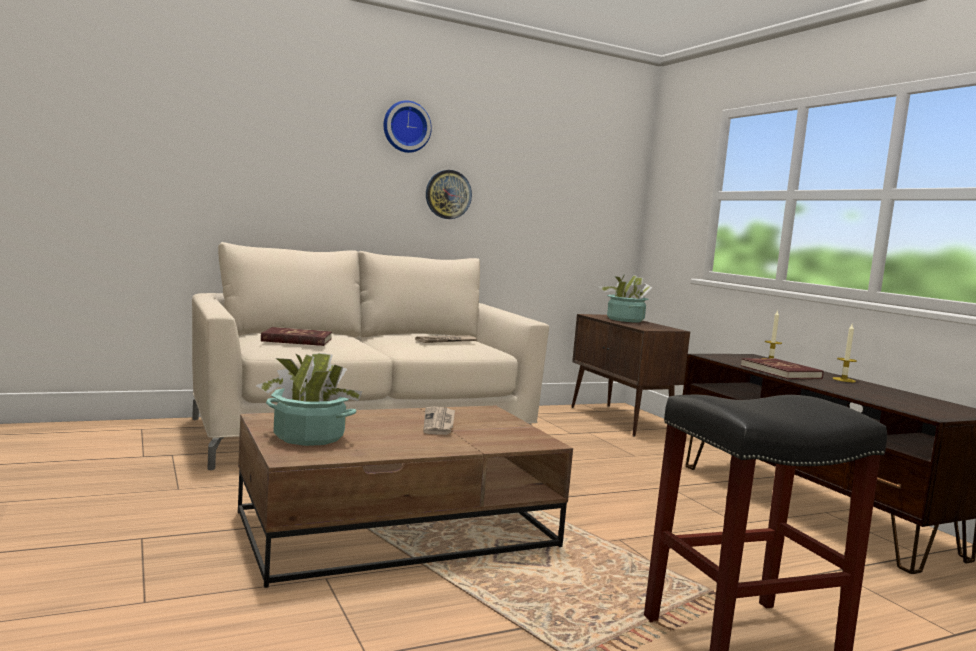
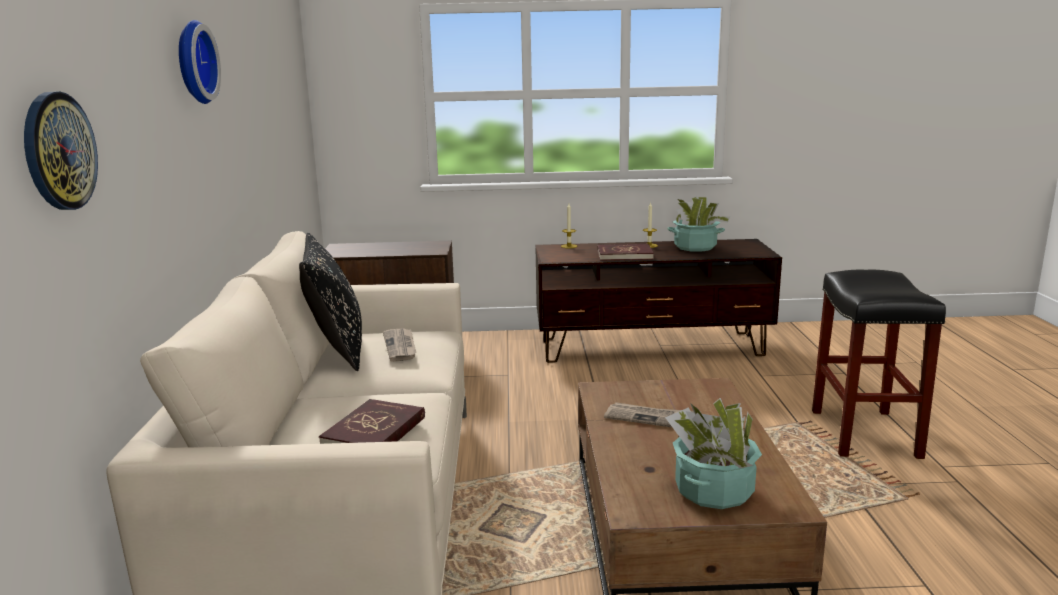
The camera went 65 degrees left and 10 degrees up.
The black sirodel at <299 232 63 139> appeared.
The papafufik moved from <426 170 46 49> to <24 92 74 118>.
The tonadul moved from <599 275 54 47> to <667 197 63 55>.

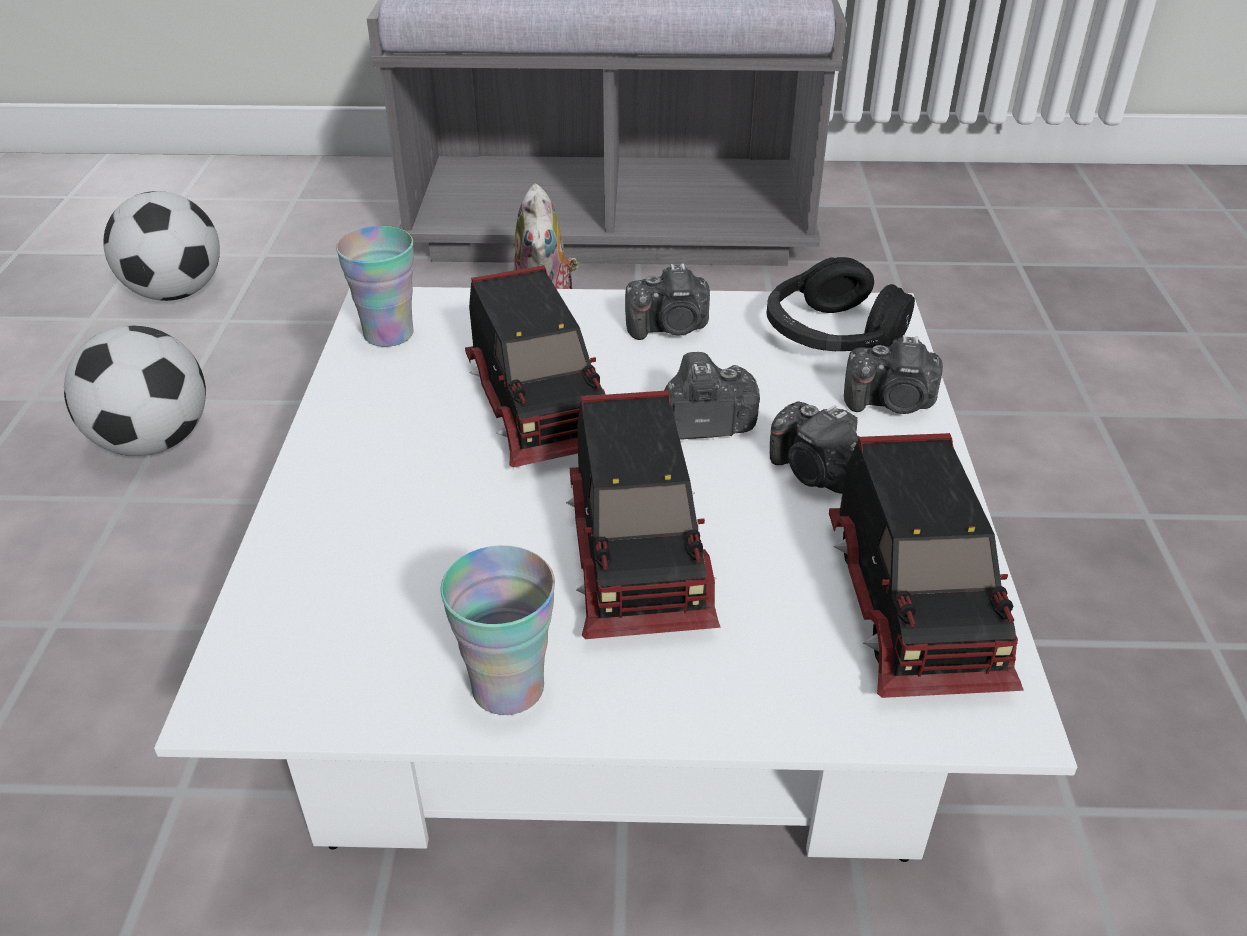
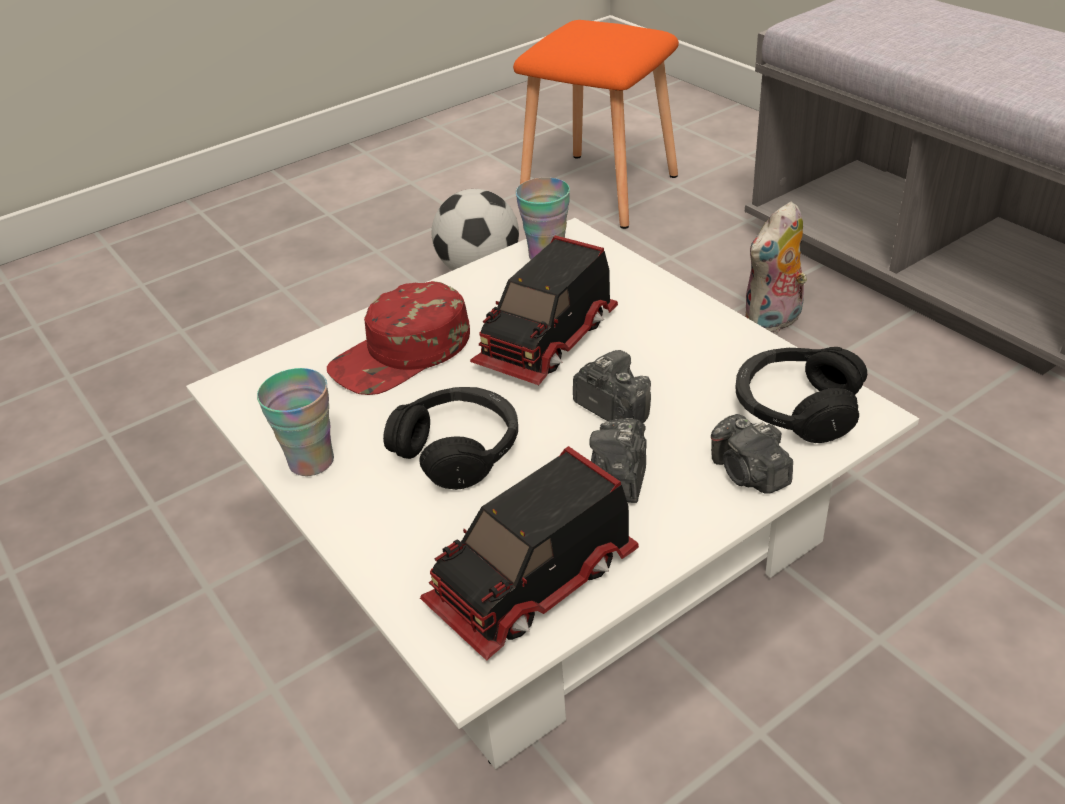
The camera went 55 degrees right and 0 degrees up.
The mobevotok at <625 263 85 77> disappeared.
The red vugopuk at <327 281 143 114> appeared.
The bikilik at <103 191 117 110> was replaced by the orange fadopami at <513 20 166 209>.
The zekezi at <566 390 155 249> was replaced by the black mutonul at <383 387 135 103>.

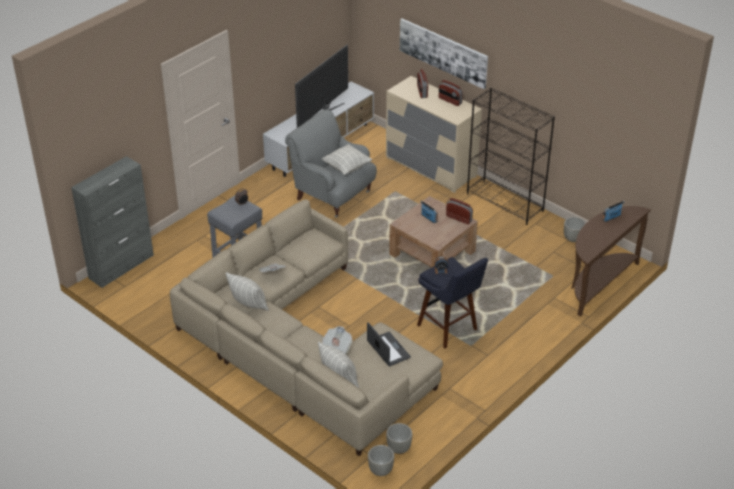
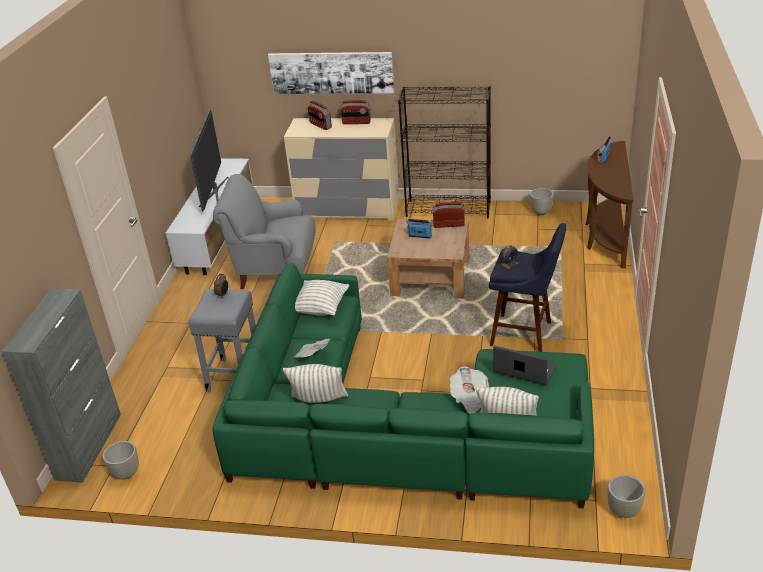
The camera went 30 degrees left and 5 degrees down.
The sirodel moved from <321 144 51 31> to <295 280 54 36>.
The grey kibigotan moved from <386 423 26 31> to <103 441 36 39>.
The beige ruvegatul at <170 199 273 257> became the green ruvegatul at <212 263 382 245>.

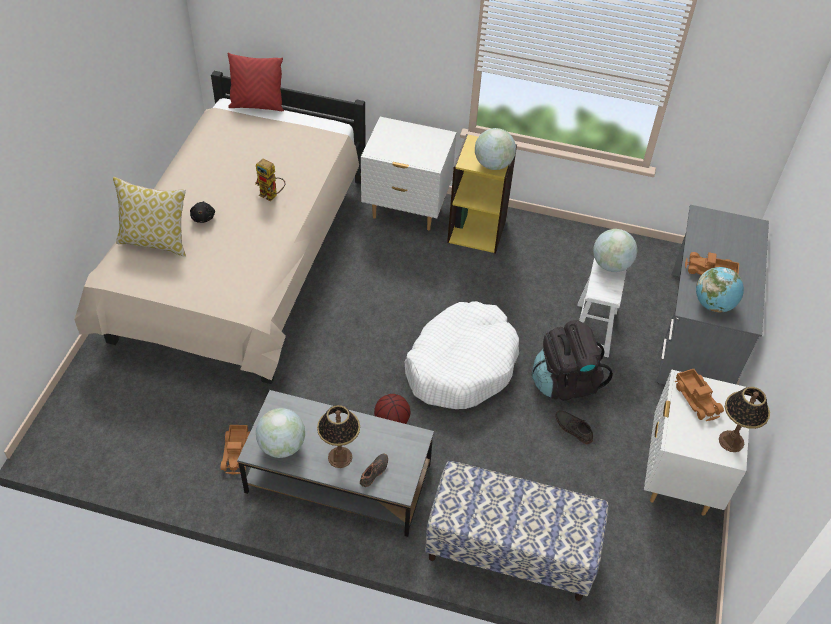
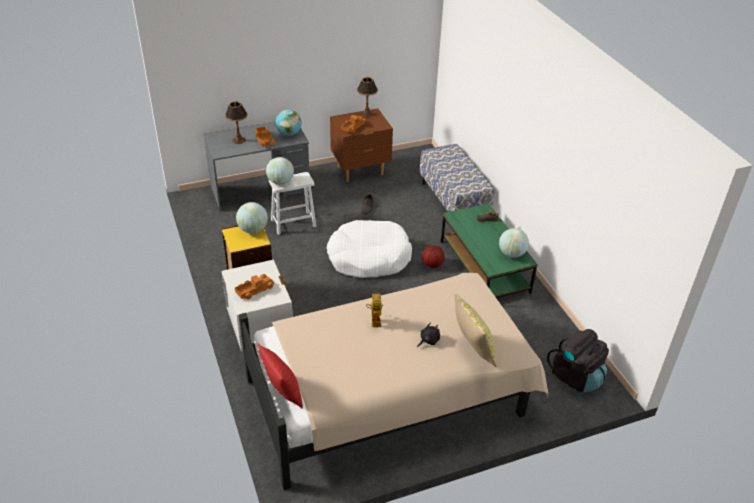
The camera went 125 degrees left and 10 degrees down.
The zekezi moved from <221 425 29 49> to <235 274 39 26>.
The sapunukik moved from <317 405 43 63> to <225 101 23 43>.
The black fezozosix moved from <532 320 81 80> to <547 329 62 63>.
The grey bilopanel at <237 390 197 147> became the green bilopanel at <441 203 97 95>.
The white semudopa at <644 369 107 147> became the brown semudopa at <330 108 63 74>.

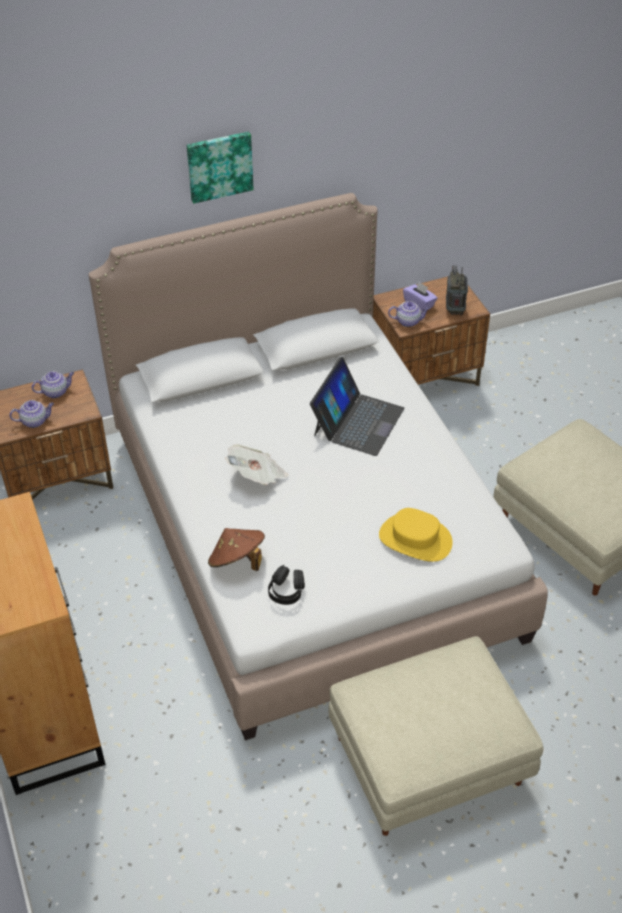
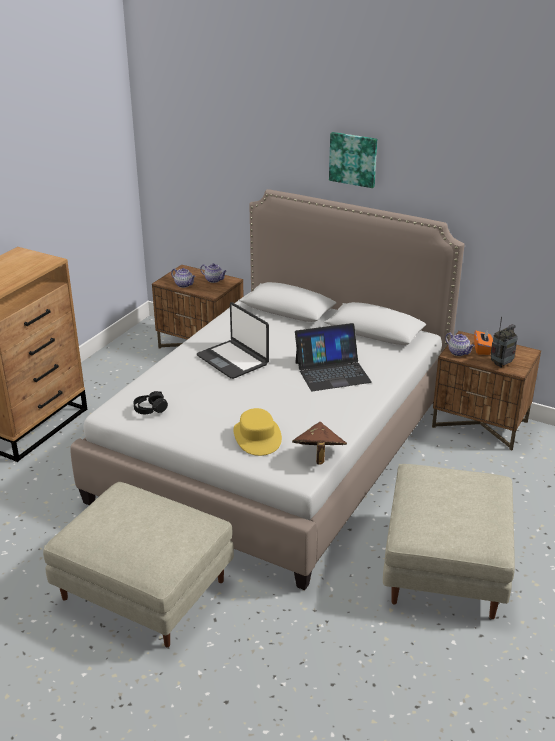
The camera went 50 degrees right and 15 degrees down.
The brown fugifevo moved from <208 528 57 43> to <292 422 55 43>.
The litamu at <225 444 63 41> was replaced by the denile at <197 302 72 77>.
The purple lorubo at <403 281 35 29> became the orange lorubo at <474 329 19 26>.

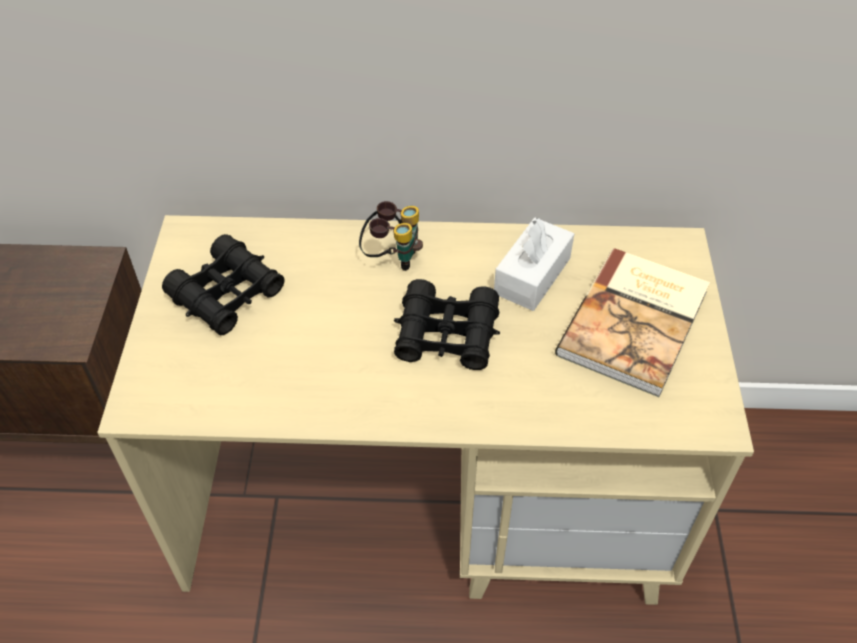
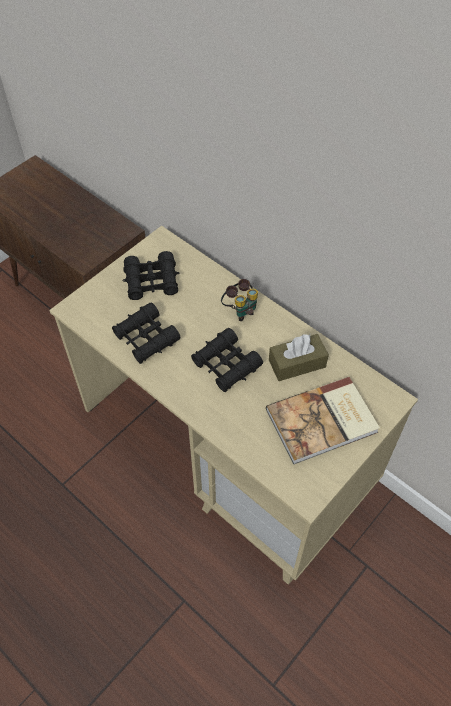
The camera went 40 degrees right and 5 degrees up.
The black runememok at <112 302 68 62> appeared.
The white lorubo at <494 218 80 93> became the brown lorubo at <269 334 60 47>.

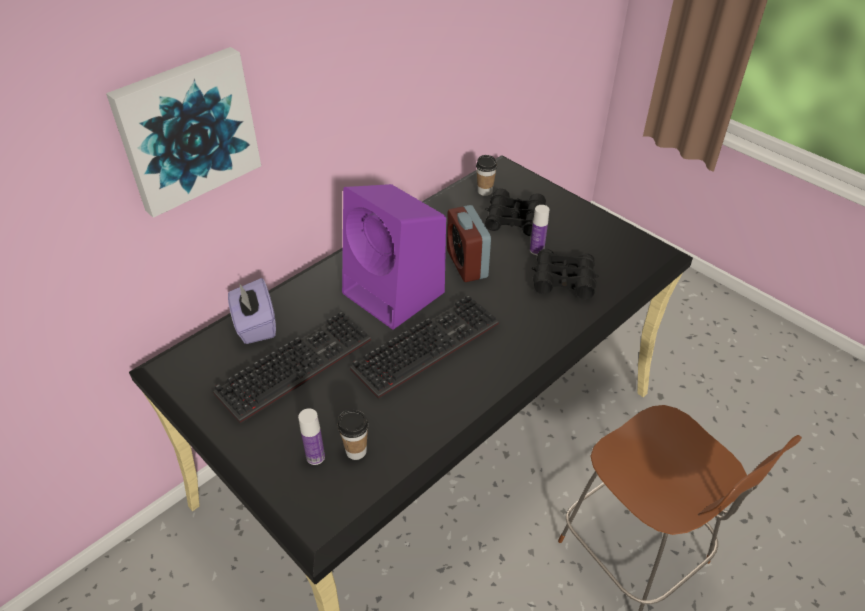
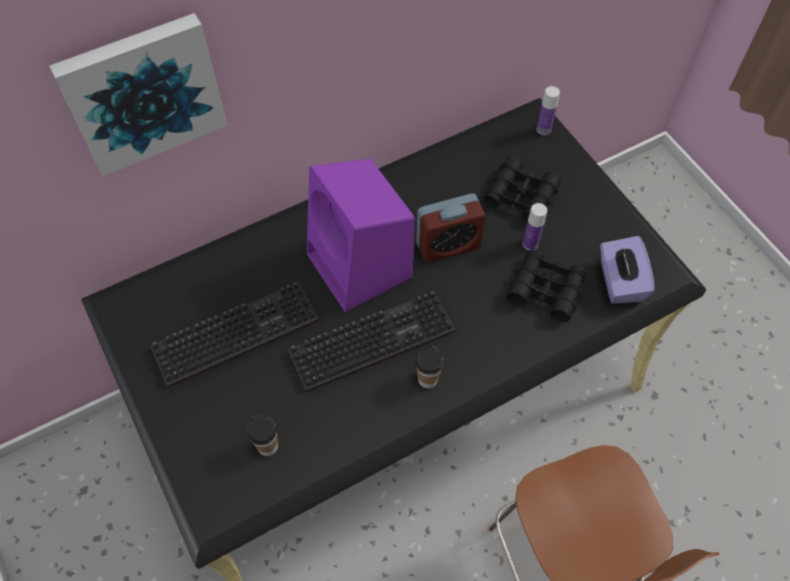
The camera went 15 degrees right and 15 degrees up.
The purple lorubo moved from <228 278 48 66> to <600 236 55 68>.
The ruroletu moved from <298 408 27 57> to <537 86 23 49>.
The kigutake moved from <476 155 21 41> to <415 345 29 43>.
The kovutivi at <447 205 44 77> turned 105 degrees counterclockwise.

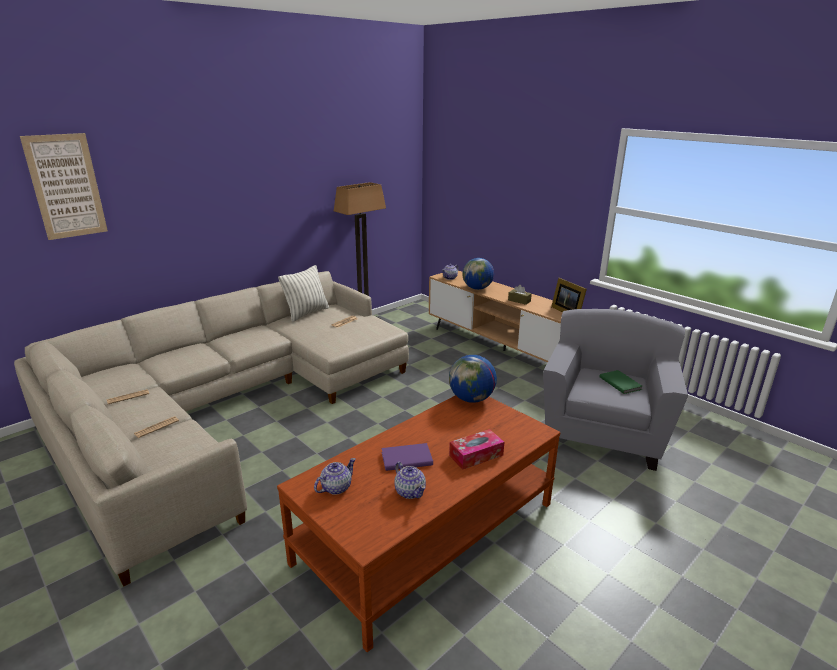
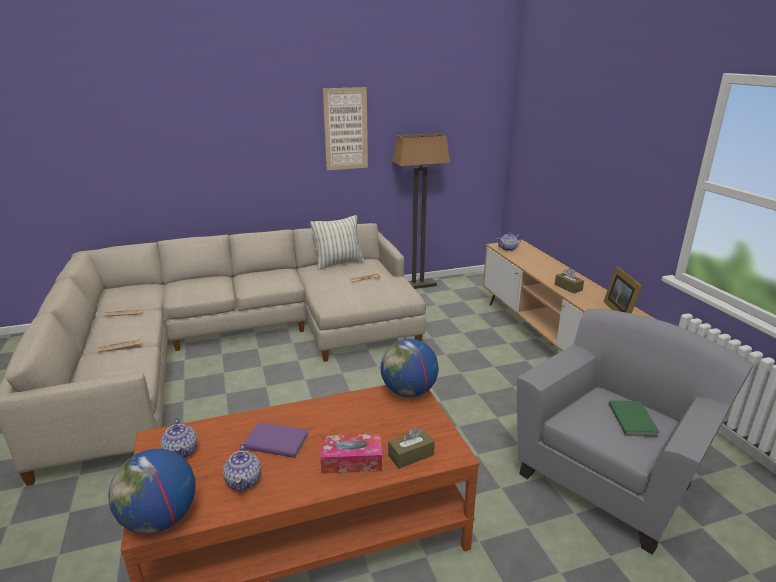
The camera went 25 degrees right and 0 degrees up.
The brown lorubo at <388 428 47 41> appeared.
The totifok moved from <20 133 88 107> to <323 87 45 83>.
The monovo moved from <463 258 31 32> to <108 449 88 85>.
The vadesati at <314 458 42 37> turned 90 degrees clockwise.

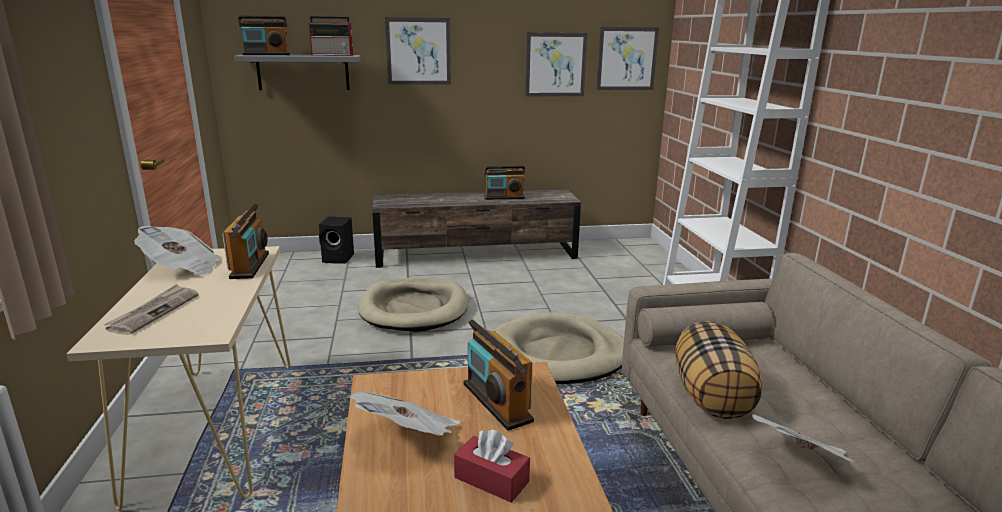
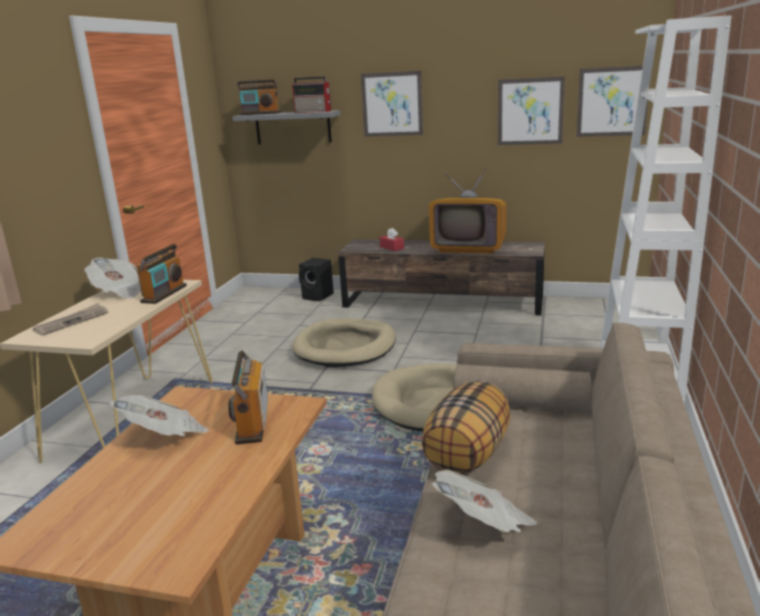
The camera went 25 degrees right and 0 degrees up.
The red lorubo moved from <454 430 76 73> to <380 228 24 23>.
The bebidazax at <484 165 41 35> was replaced by the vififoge at <429 167 78 87>.

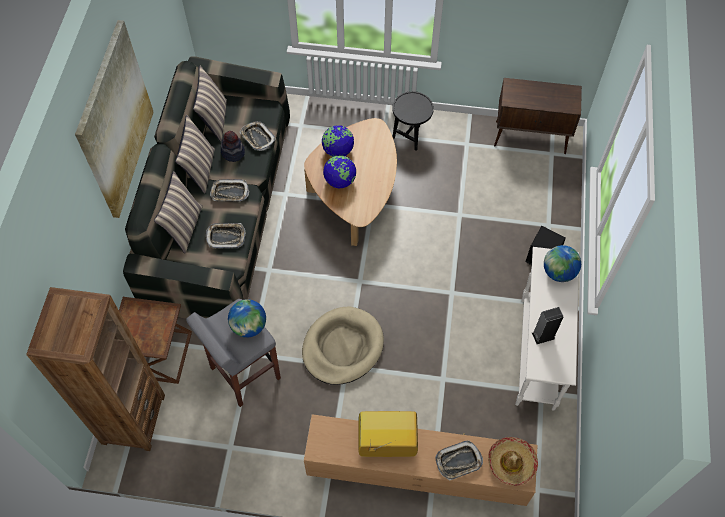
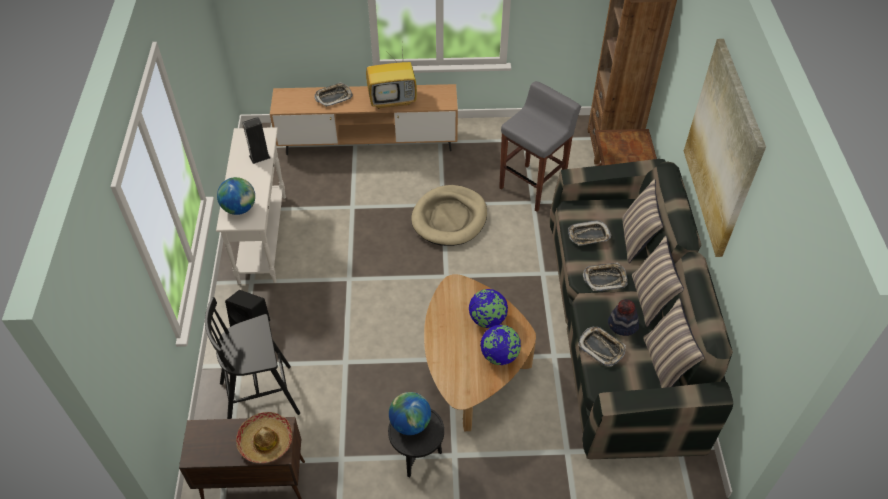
The camera went 170 degrees right and 10 degrees down.
The black fadopami at <205 297 95 122> appeared.
The monovo moved from <228 299 38 39> to <389 392 42 43>.
The fugifevo moved from <488 437 50 49> to <236 412 57 51>.

